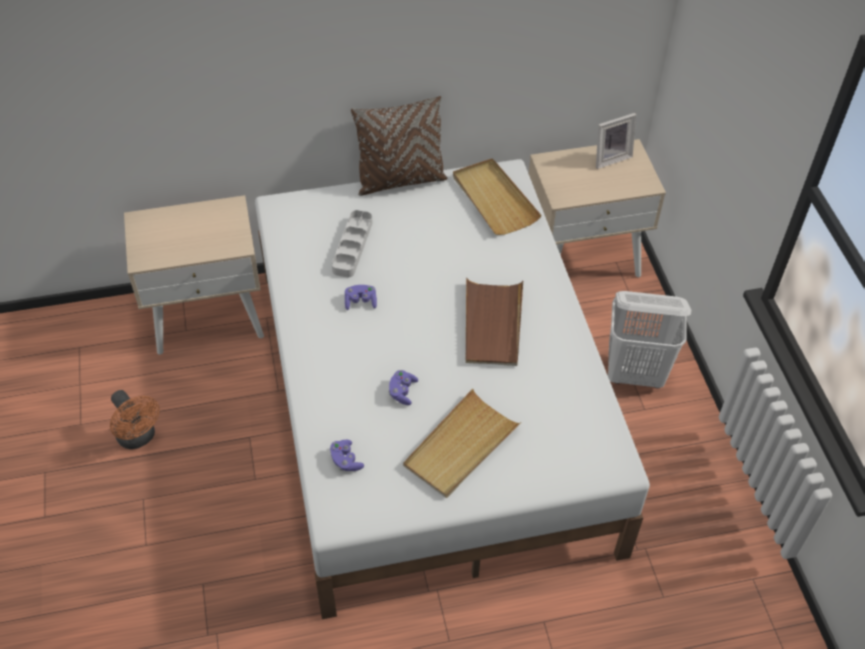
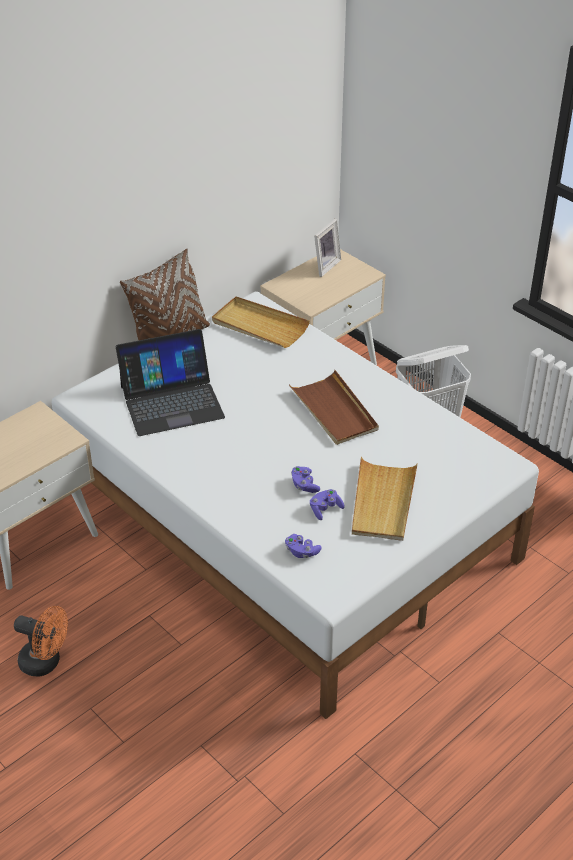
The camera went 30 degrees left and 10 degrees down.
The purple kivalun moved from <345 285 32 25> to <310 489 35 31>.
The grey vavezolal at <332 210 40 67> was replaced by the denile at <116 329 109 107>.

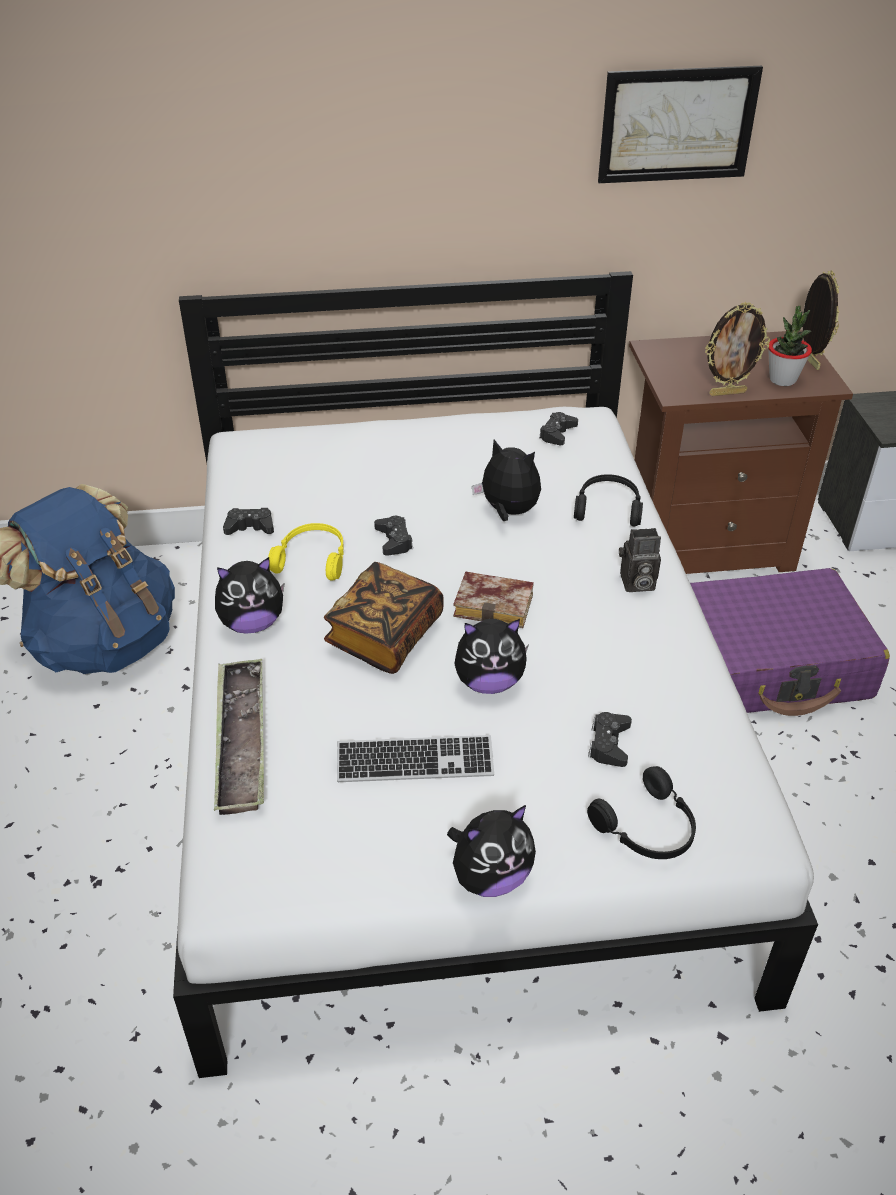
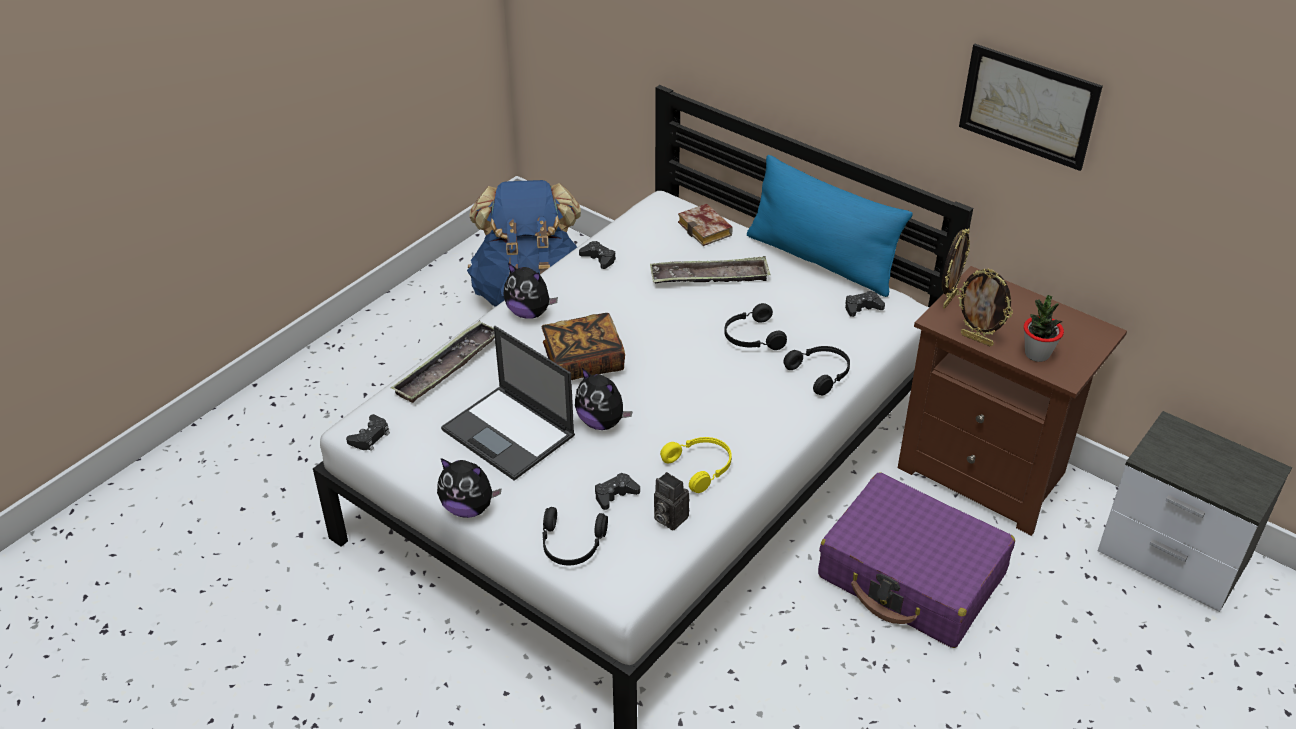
The camera went 45 degrees right and 0 degrees up.
The vavezolal at <650 256 120 27> appeared.
The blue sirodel at <747 155 166 142> appeared.
The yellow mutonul moved from <268 523 76 57> to <660 437 72 56>.
The black kivalun moved from <374 516 39 40> to <346 414 44 37>.
The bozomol moved from <453 572 81 56> to <678 204 55 42>.
The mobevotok moved from <619 528 42 64> to <654 472 35 58>.
The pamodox moved from <803 270 36 100> to <942 229 28 80>.
The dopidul at <337 735 157 47> was replaced by the denile at <441 326 134 155>.
The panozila at <472 439 69 82> was replaced by the black mutonul at <724 303 63 47>.

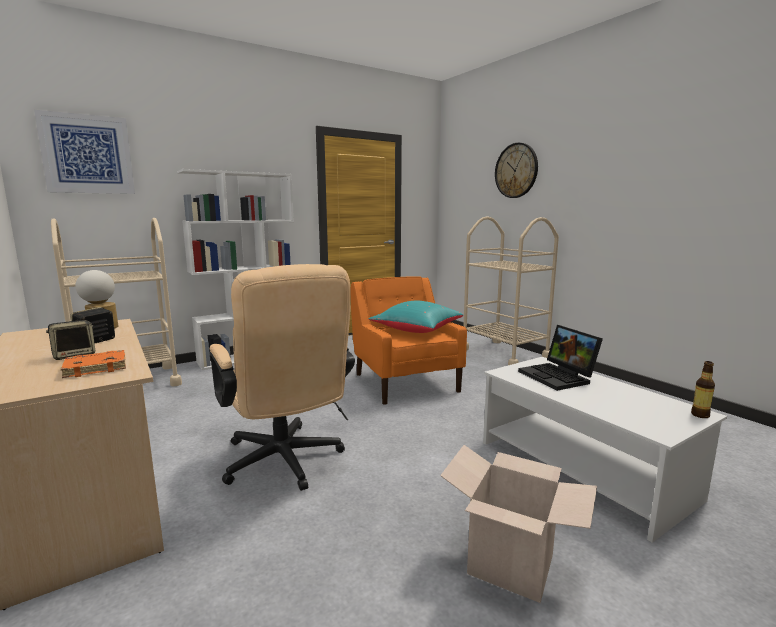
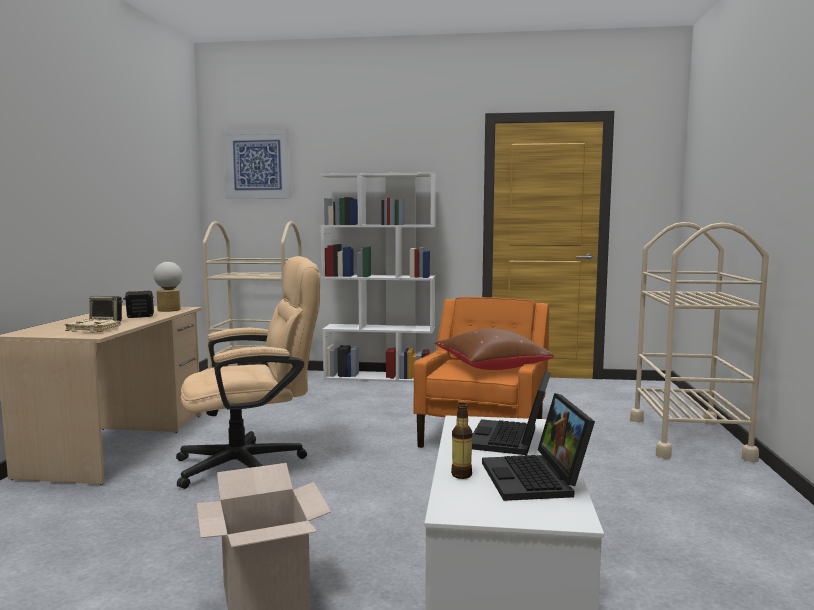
The camera went 40 degrees right and 5 degrees down.
The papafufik at <495 143 43 55> disappeared.
The denile at <482 393 113 108> appeared.
The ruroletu moved from <691 361 24 57> to <451 403 21 76>.
The orange bozomol at <61 350 65 28> became the beige bozomol at <65 319 56 14>.
The turquoise sirodel at <369 301 94 32> became the brown sirodel at <435 328 119 42>.
The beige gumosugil at <209 264 146 227> turned 120 degrees counterclockwise.

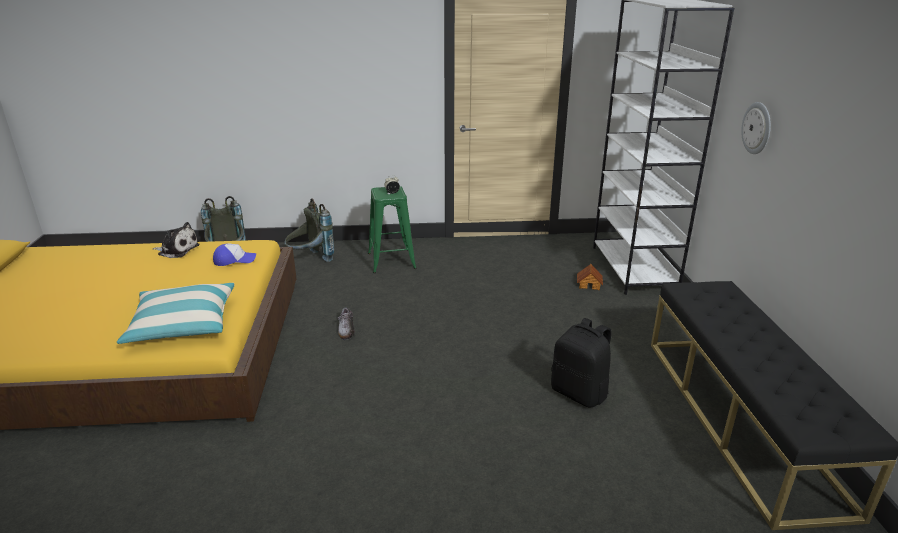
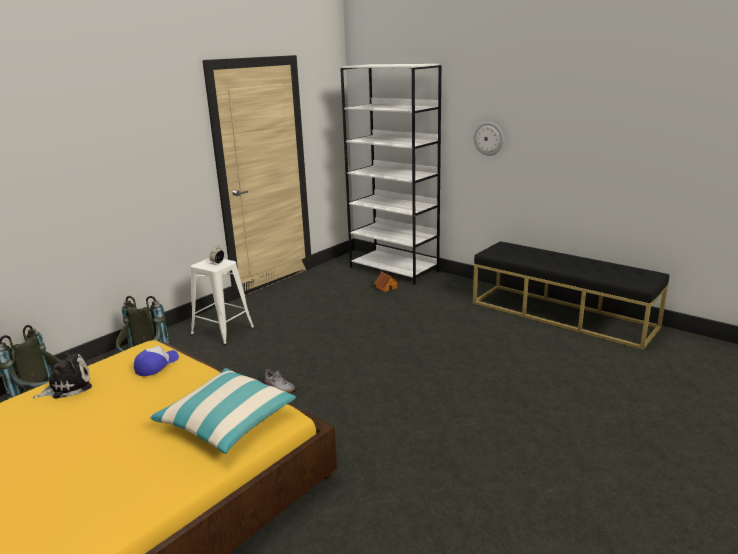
The camera went 45 degrees left and 5 degrees down.
The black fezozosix at <551 318 61 90> disappeared.
The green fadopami at <368 186 49 87> became the white fadopami at <191 258 63 87>.

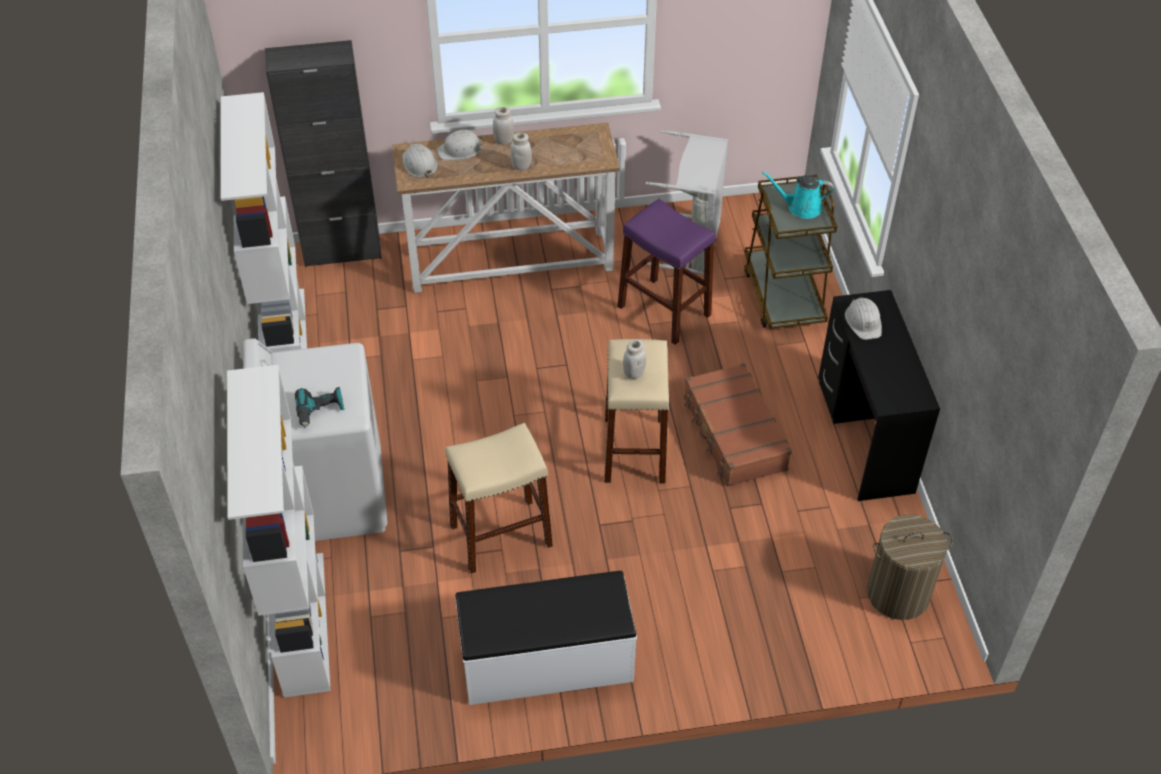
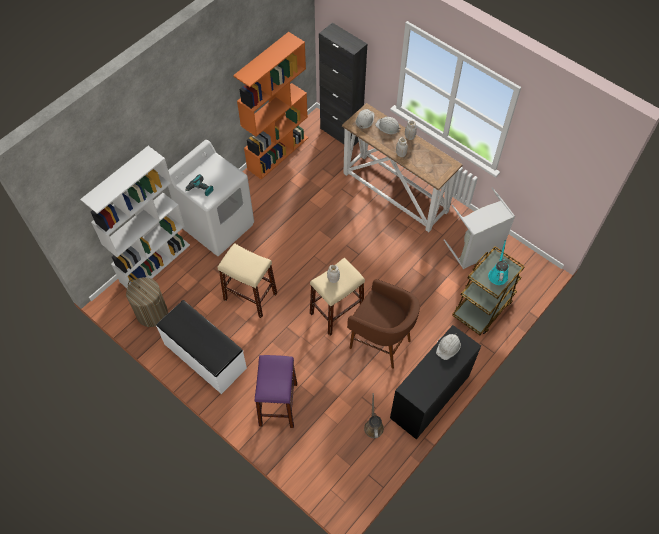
The camera went 50 degrees right and 10 degrees up.
The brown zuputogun at <364 393 20 45> appeared.
The purple fadopami moved from <618 199 98 146> to <255 355 42 73>.
The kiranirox moved from <867 515 86 105> to <126 277 42 50>.
The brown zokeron at <684 363 108 123> was replaced by the brown fadopami at <347 279 73 90>.
The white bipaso at <221 92 86 260> became the orange bipaso at <233 32 75 147>.
The turquoise zuputogun at <762 172 72 47> turned 45 degrees clockwise.

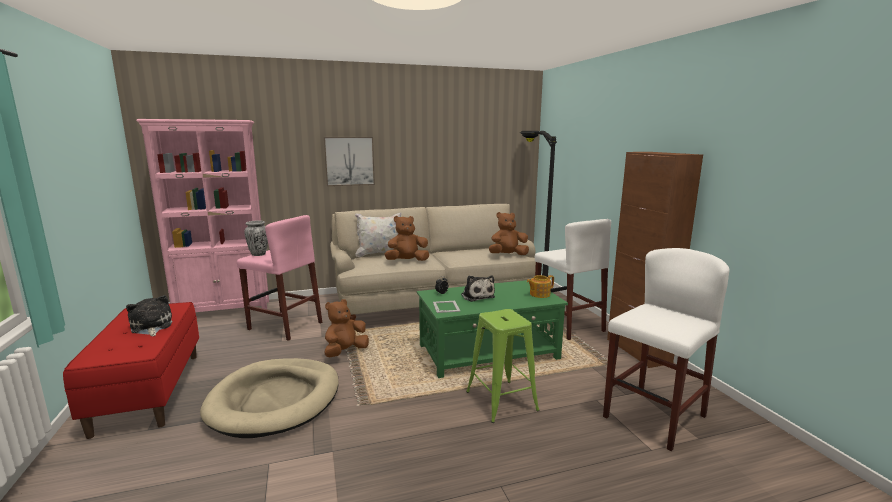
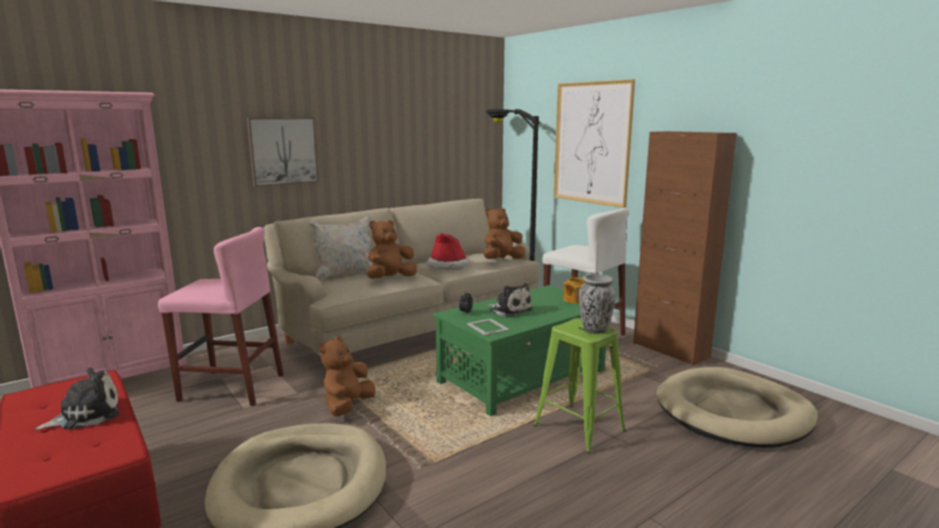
The camera went 20 degrees left and 0 degrees up.
The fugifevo at <427 233 42 37> appeared.
The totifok at <554 79 81 129> appeared.
The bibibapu moved from <244 221 24 35> to <579 274 37 60>.
The white fadopami at <603 248 127 203> was replaced by the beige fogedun at <656 367 162 81>.
The panozila at <126 295 47 41> turned 105 degrees clockwise.

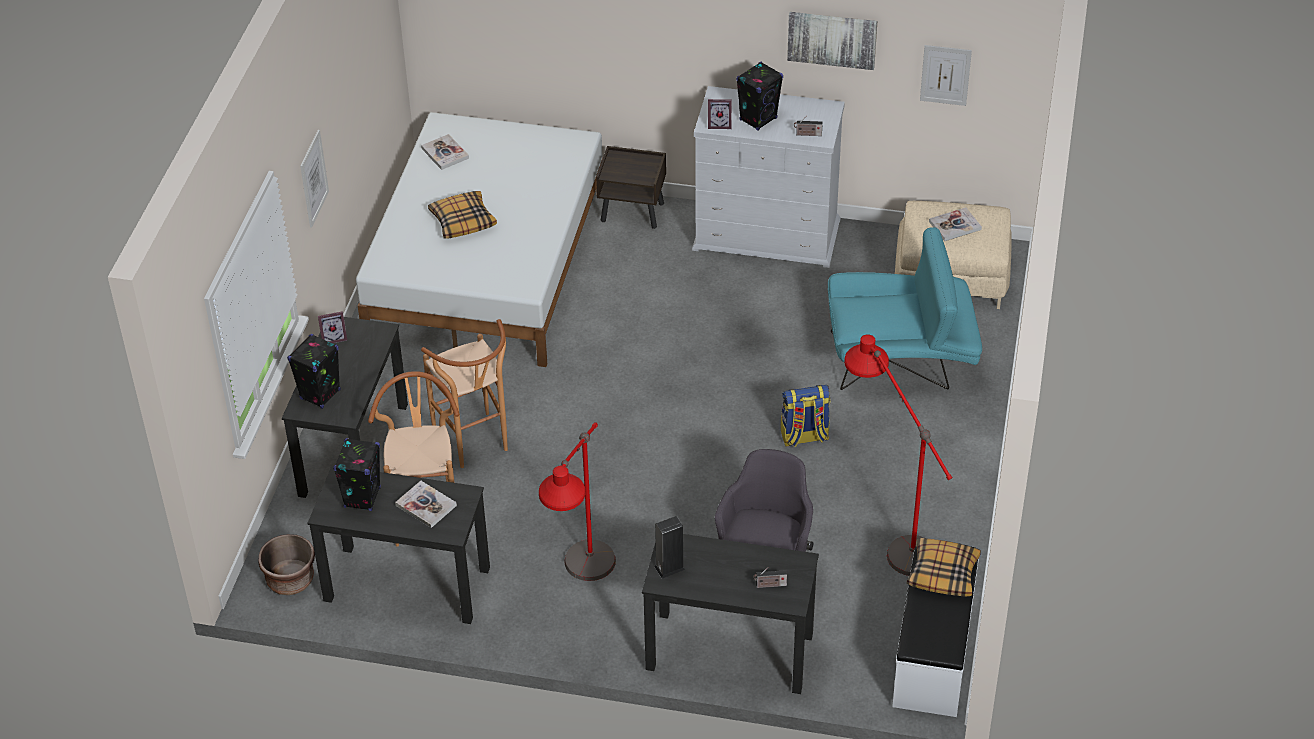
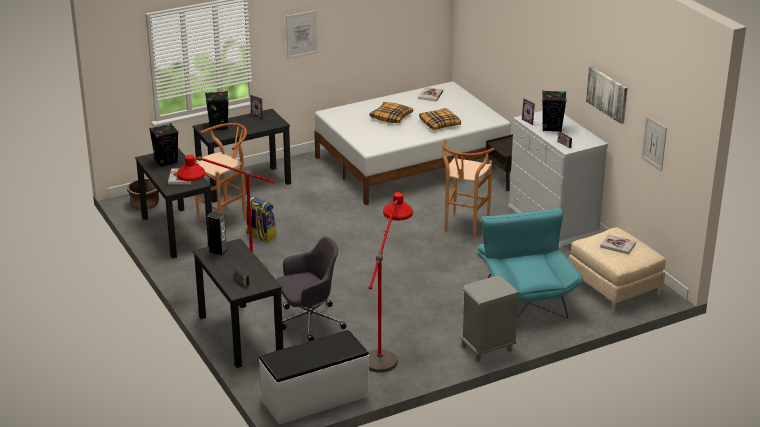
The camera went 50 degrees right and 15 degrees down.
The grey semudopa at <461 276 59 86> appeared.
The brown fadopami moved from <421 319 87 149> to <442 139 52 98>.
The fezozosix moved from <781 385 49 62> to <246 196 30 47>.
The sirodel moved from <907 538 74 59> to <419 108 42 22>.
The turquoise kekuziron at <828 227 154 163> turned 150 degrees counterclockwise.

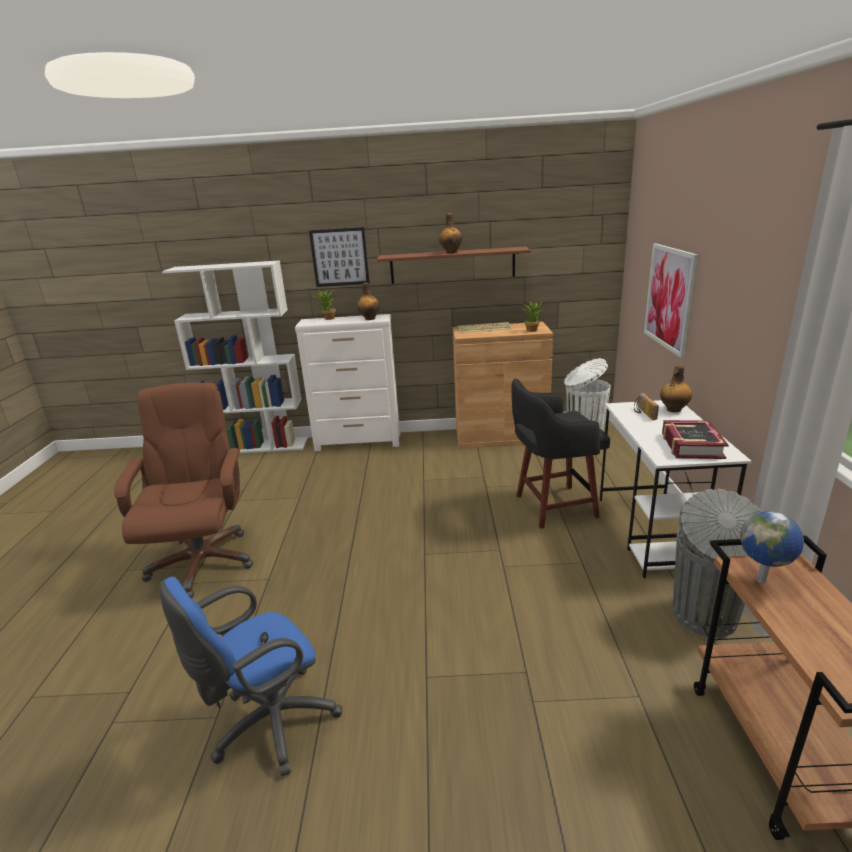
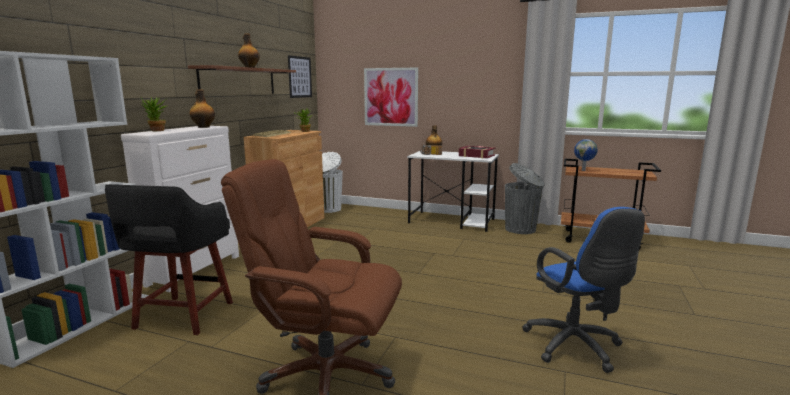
The camera went 70 degrees left and 10 degrees down.
The totifok moved from <309 227 61 60> to <288 55 24 43>.
The black fadopami moved from <512 378 98 151> to <105 184 128 151>.

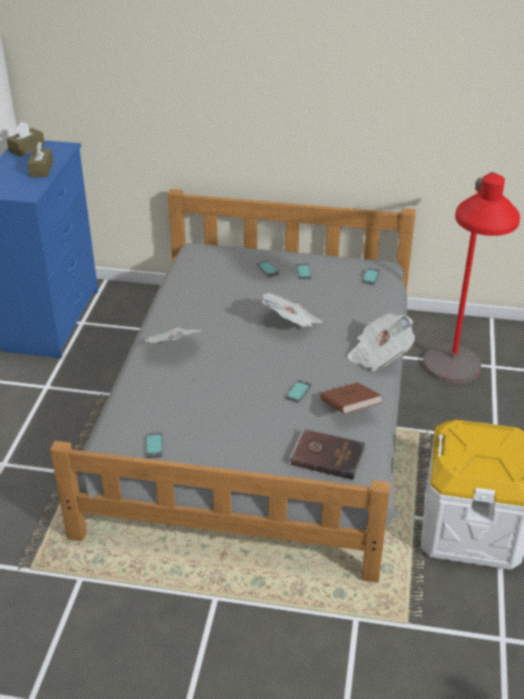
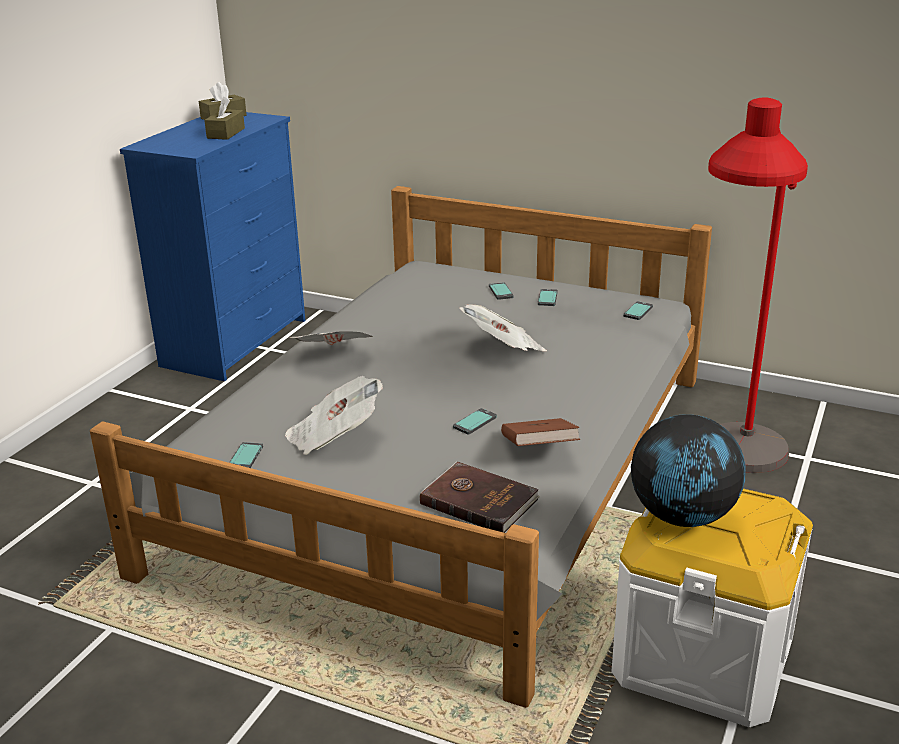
The camera went 15 degrees right and 10 degrees down.
The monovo at <631 414 115 113> appeared.
The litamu moved from <347 313 68 58> to <285 376 98 79>.

